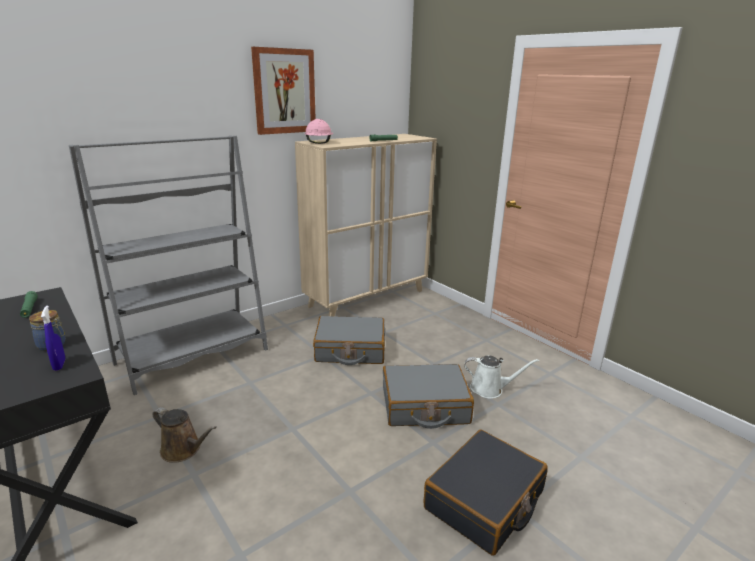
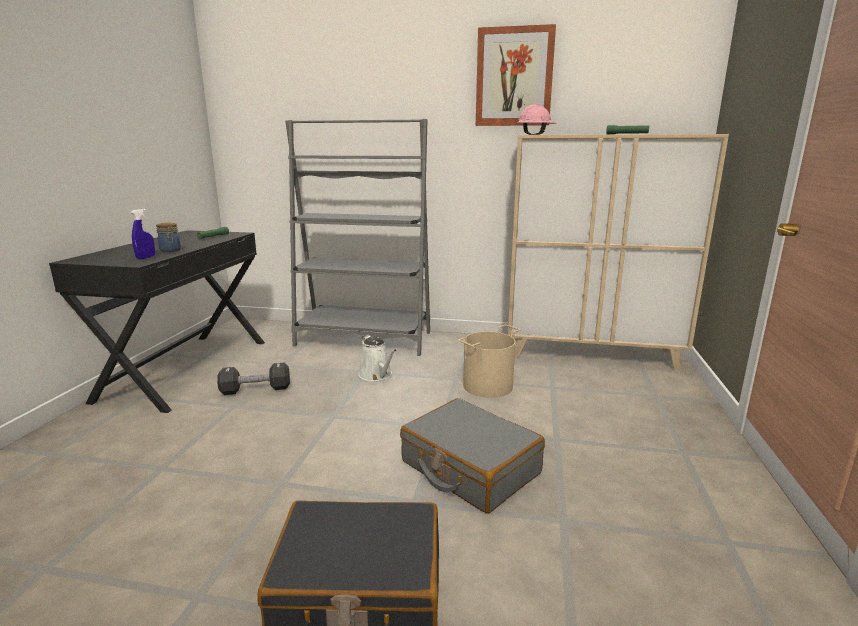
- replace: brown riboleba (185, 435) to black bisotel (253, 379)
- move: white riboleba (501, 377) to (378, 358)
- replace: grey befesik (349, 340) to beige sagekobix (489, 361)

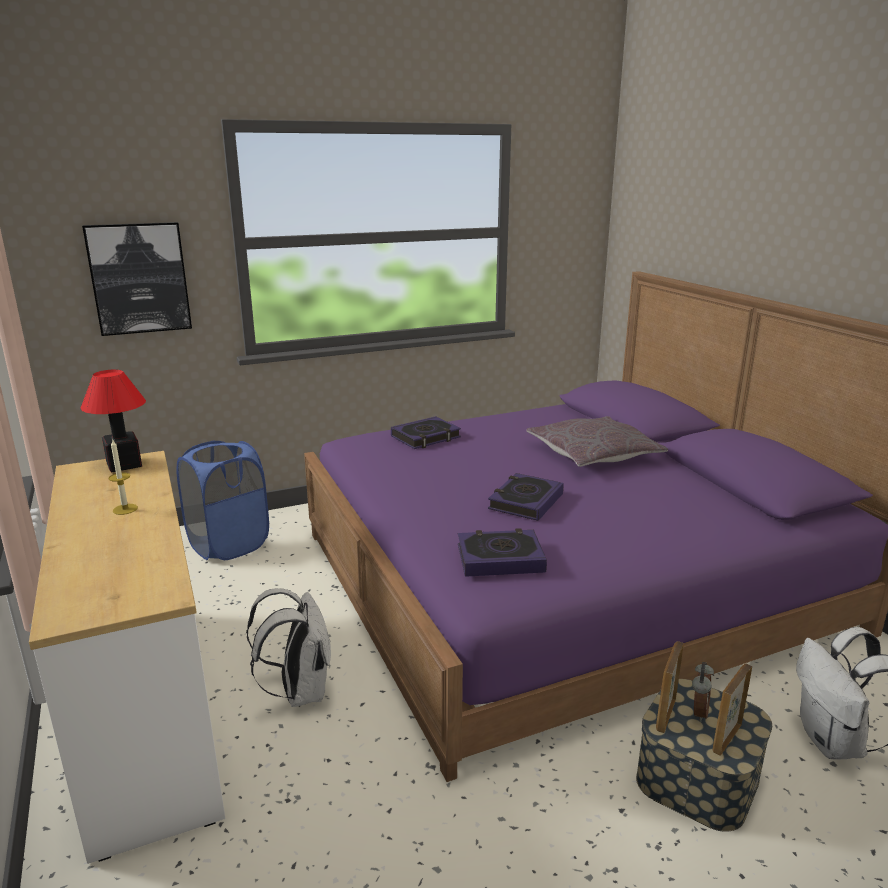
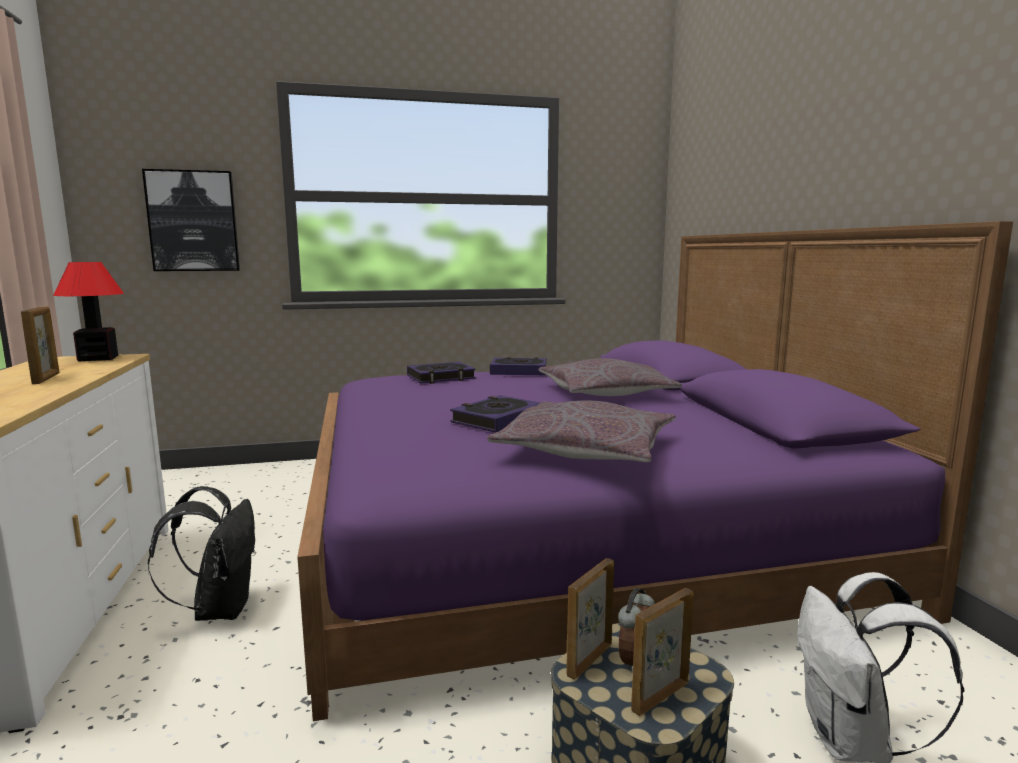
- replace: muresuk (123, 477) to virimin (40, 345)
- recolor: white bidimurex (288, 647) to black bidimurex (202, 553)
- insert: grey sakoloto (581, 431)
- move: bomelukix (502, 552) to (518, 366)
- delete: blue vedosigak (223, 500)

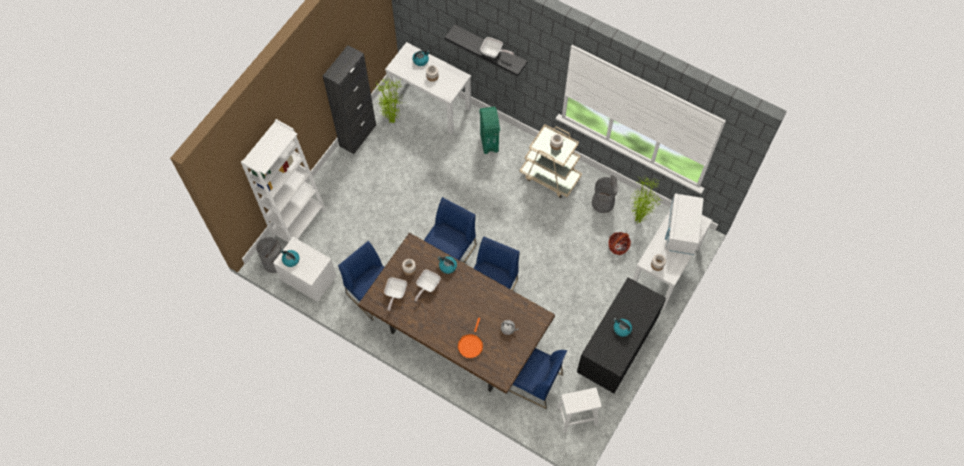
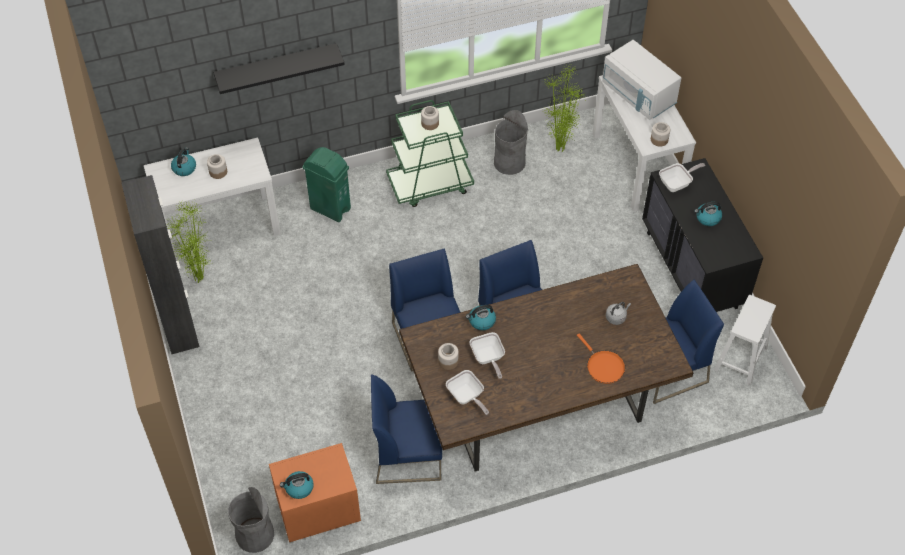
- recolor: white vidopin (304, 269) to orange vidopin (315, 492)
- recolor: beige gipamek (550, 161) to green gipamek (430, 153)
- move: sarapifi (497, 47) to (682, 177)
- delete: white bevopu (283, 181)
- delete: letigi (619, 243)

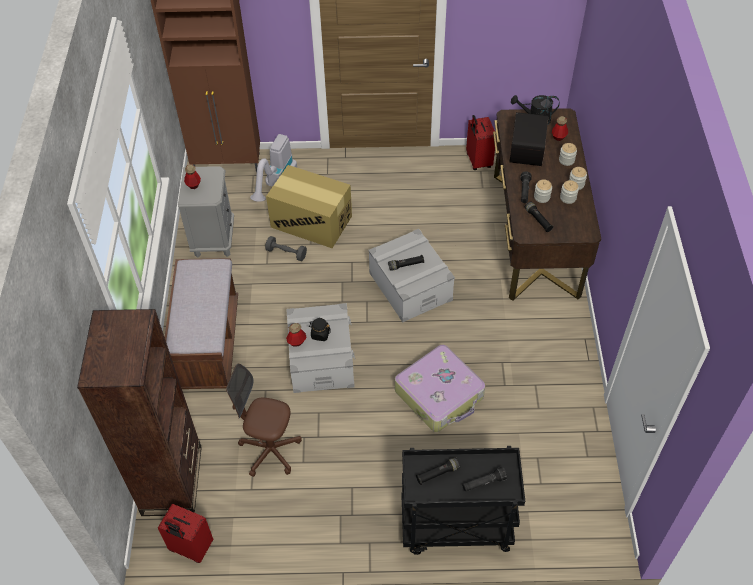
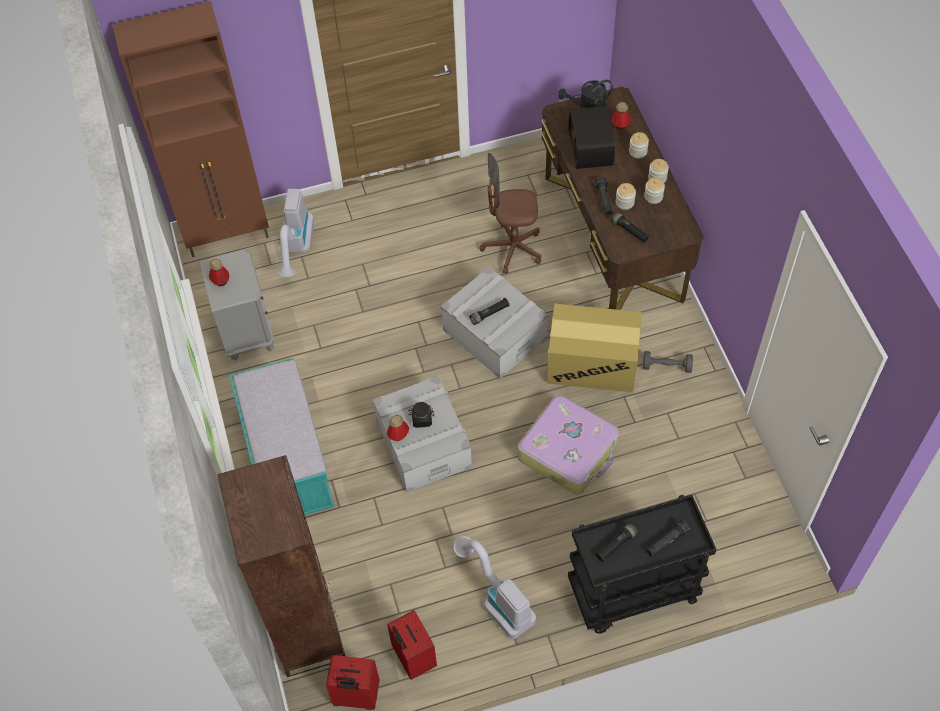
- recolor: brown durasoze (201, 323) to turquoise durasoze (282, 436)
- move: red befesik (480, 142) to (412, 645)
- insert: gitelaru (494, 587)
- move: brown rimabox (264, 420) to (510, 213)
- move: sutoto (309, 206) to (594, 347)
- move: grey bisotel (286, 248) to (668, 362)

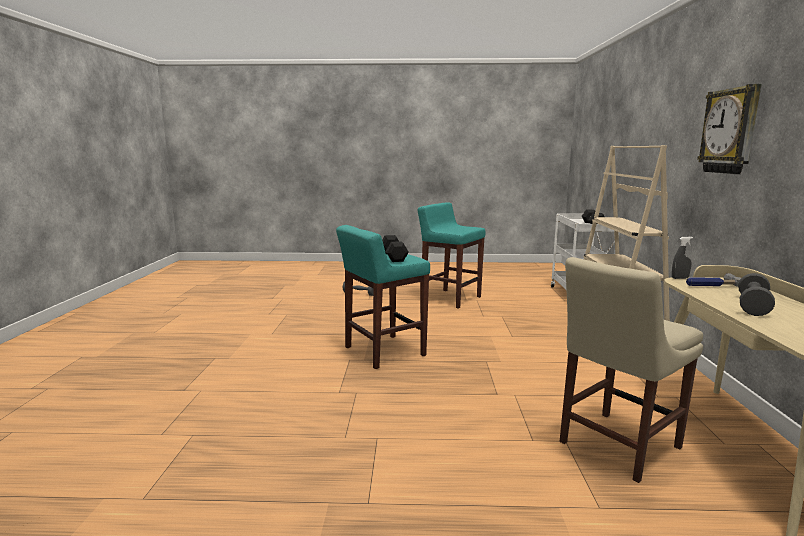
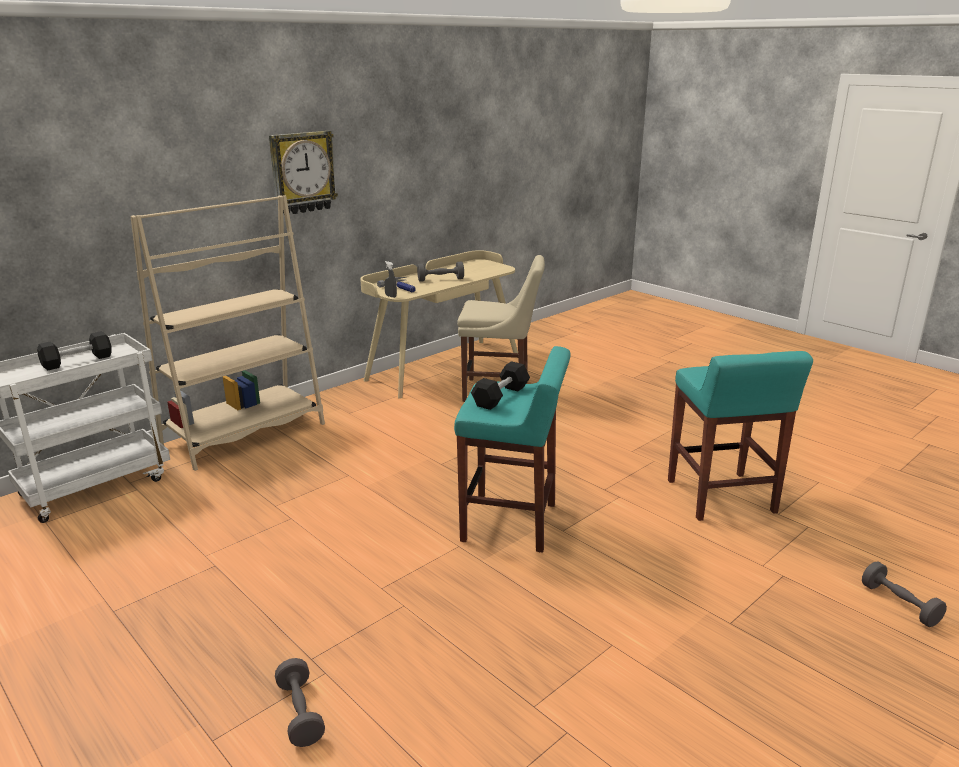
- move: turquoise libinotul (451, 255) to (740, 436)
- insert: grey bisotel (904, 594)

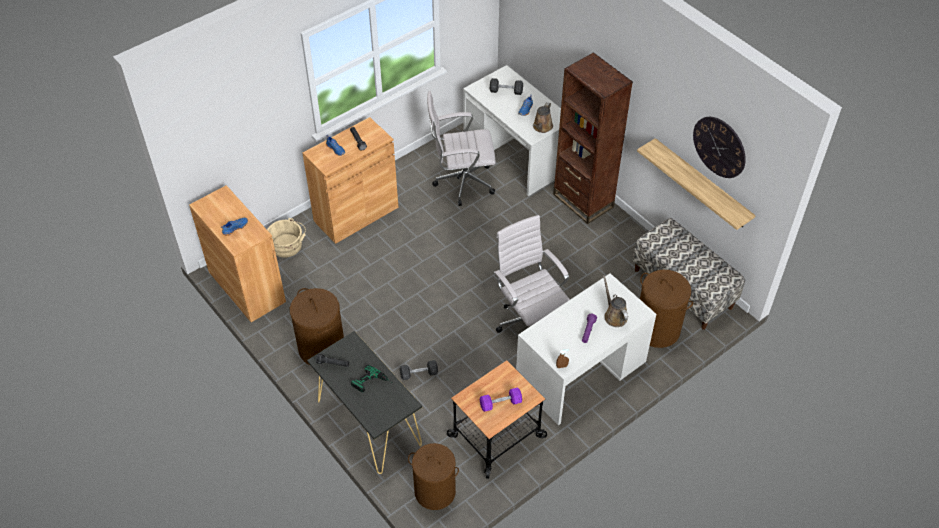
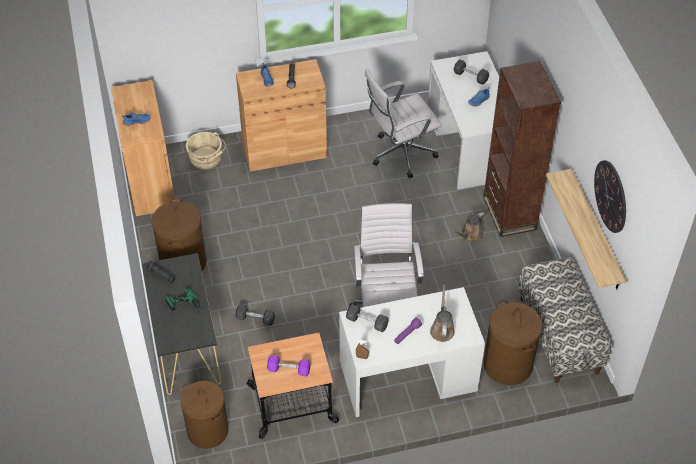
- insert: grey bisotel (367, 318)
- rotate: white rimabox (461, 148) = (403, 123) 45 degrees counterclockwise
- move: brown riboleba (542, 117) to (468, 227)

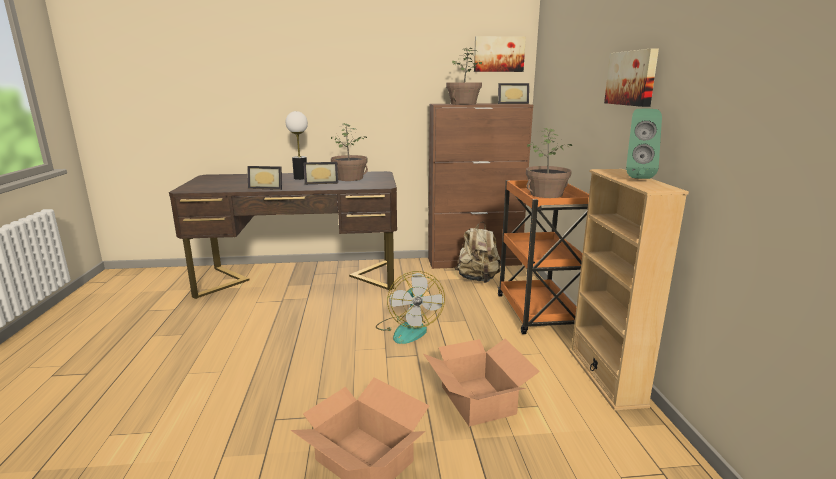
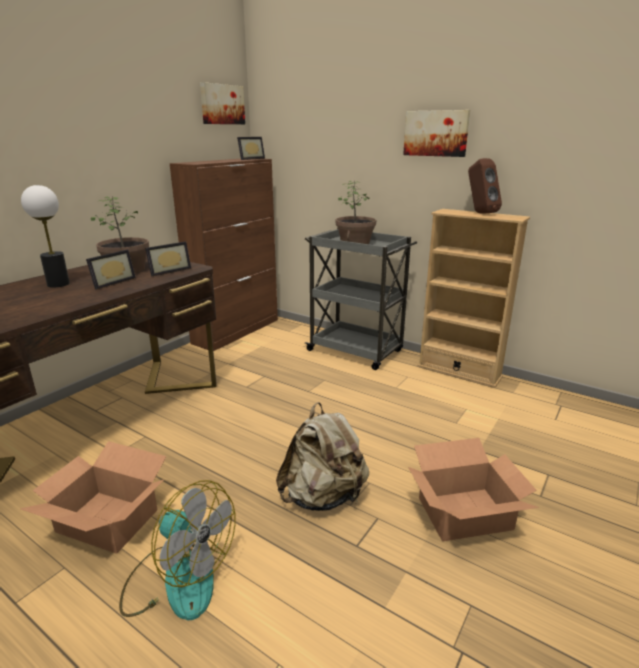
- move: sutoto (482, 383) to (93, 497)
- move: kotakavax (410, 307) to (177, 550)
- move: virimin (264, 178) to (168, 258)
- move: beige bidimurex (477, 252) to (322, 456)
- recolor: orange gipamek (543, 257) to grey gipamek (361, 299)
- recolor: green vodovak (644, 144) to brown vodovak (485, 186)
- delete: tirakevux (464, 76)

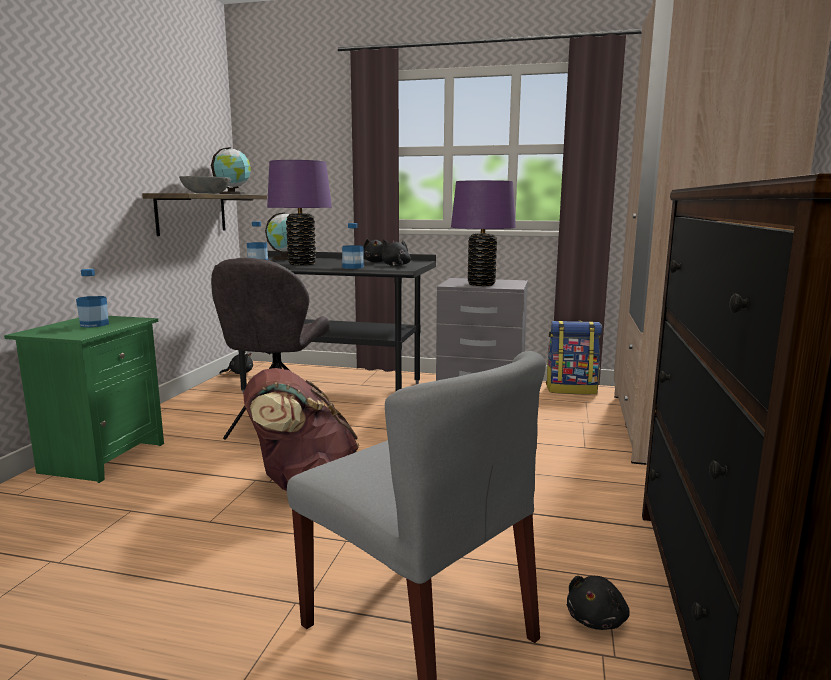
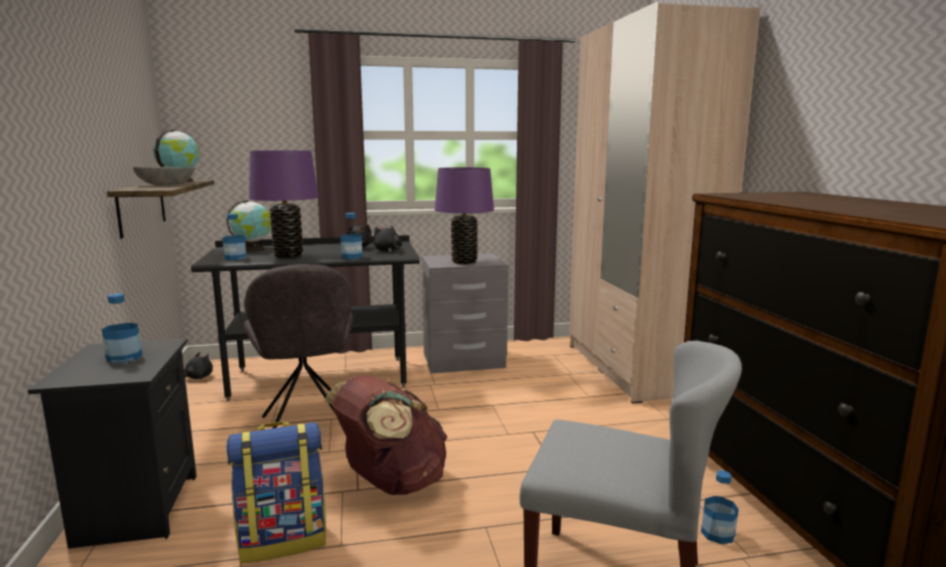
- recolor: green vidopin (84, 399) to black vidopin (112, 443)
- move: bidimurex (574, 357) to (276, 493)
- replace: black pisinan (598, 603) to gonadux (720, 507)

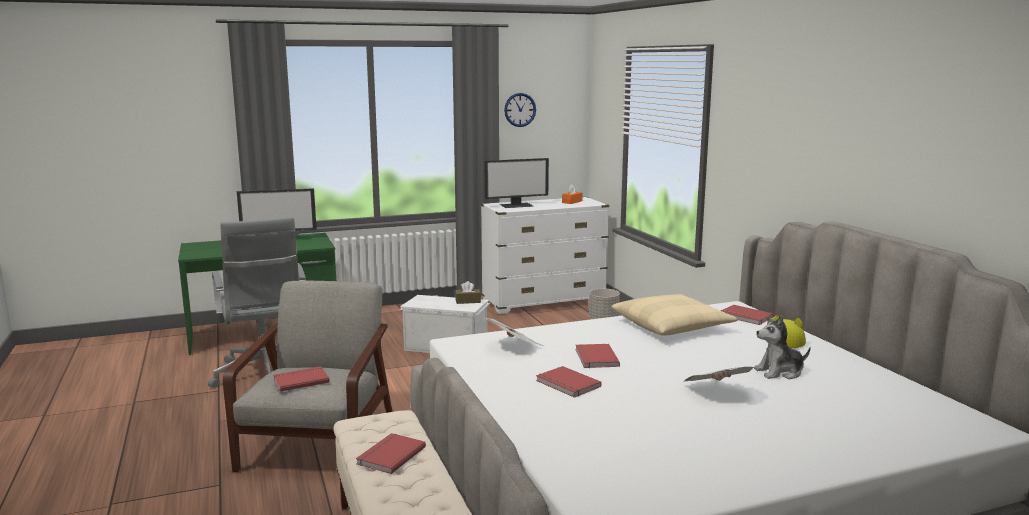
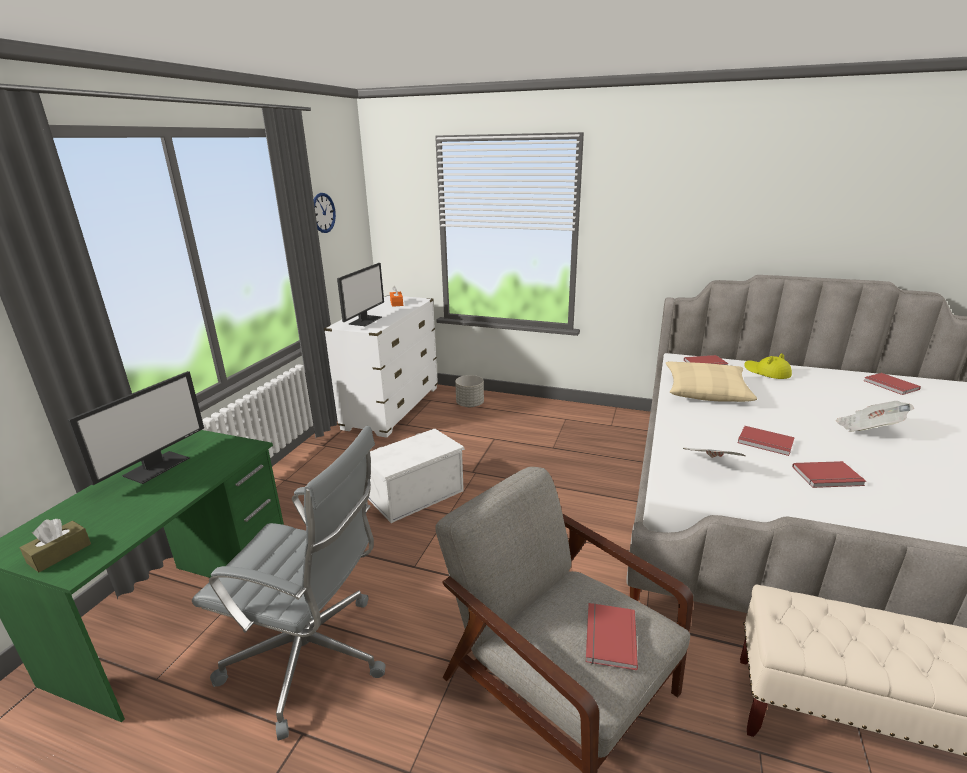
- move: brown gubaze (468, 292) to (55, 545)
- move: red bomelukix (391, 453) to (892, 384)
- delete: pisinan (782, 347)

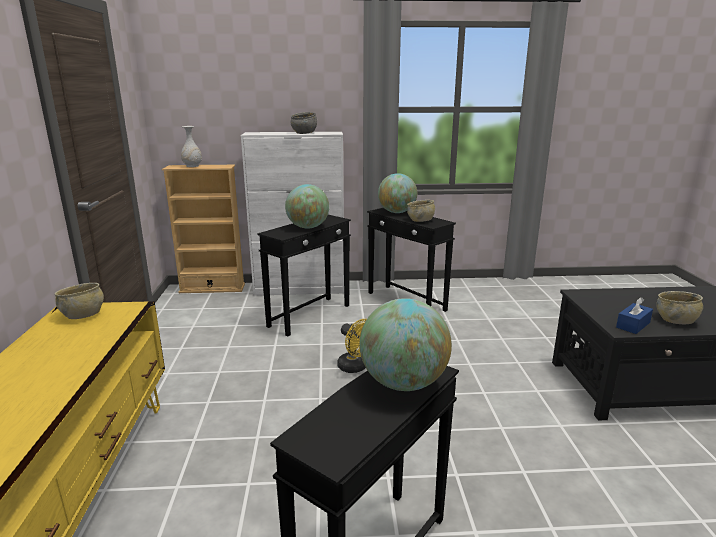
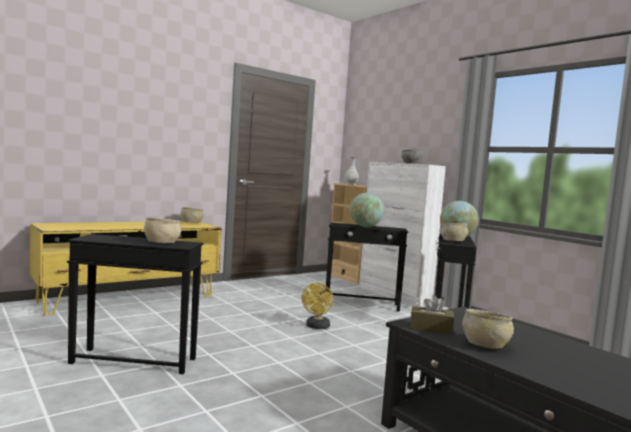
- replace: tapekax (406, 344) to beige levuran (163, 230)
- recolor: blue gubaze (634, 315) to brown gubaze (432, 315)

